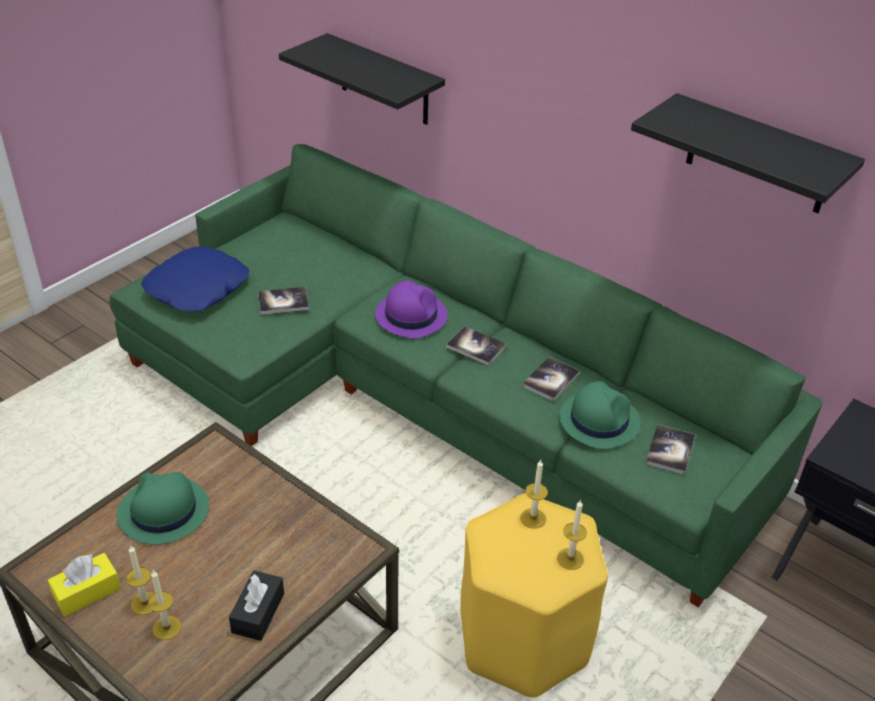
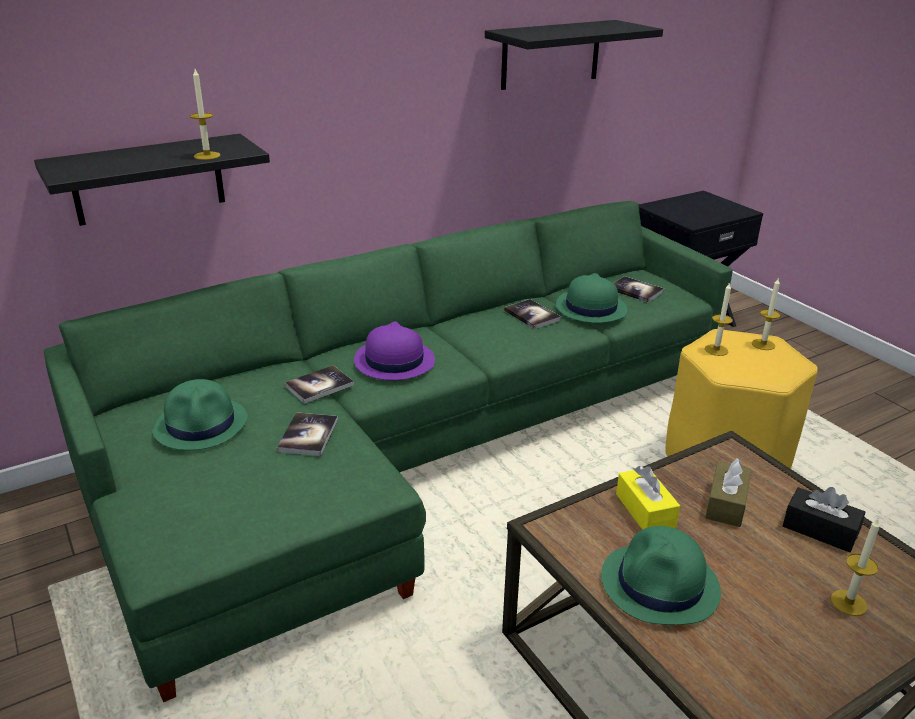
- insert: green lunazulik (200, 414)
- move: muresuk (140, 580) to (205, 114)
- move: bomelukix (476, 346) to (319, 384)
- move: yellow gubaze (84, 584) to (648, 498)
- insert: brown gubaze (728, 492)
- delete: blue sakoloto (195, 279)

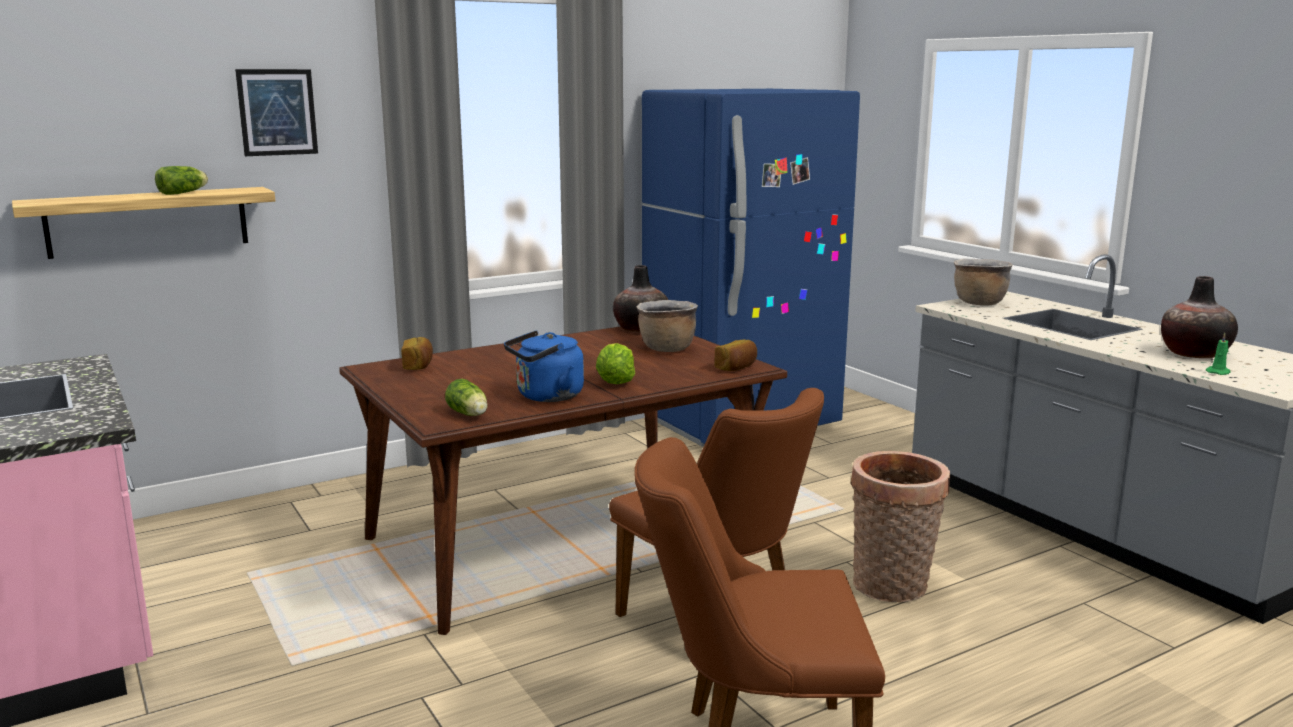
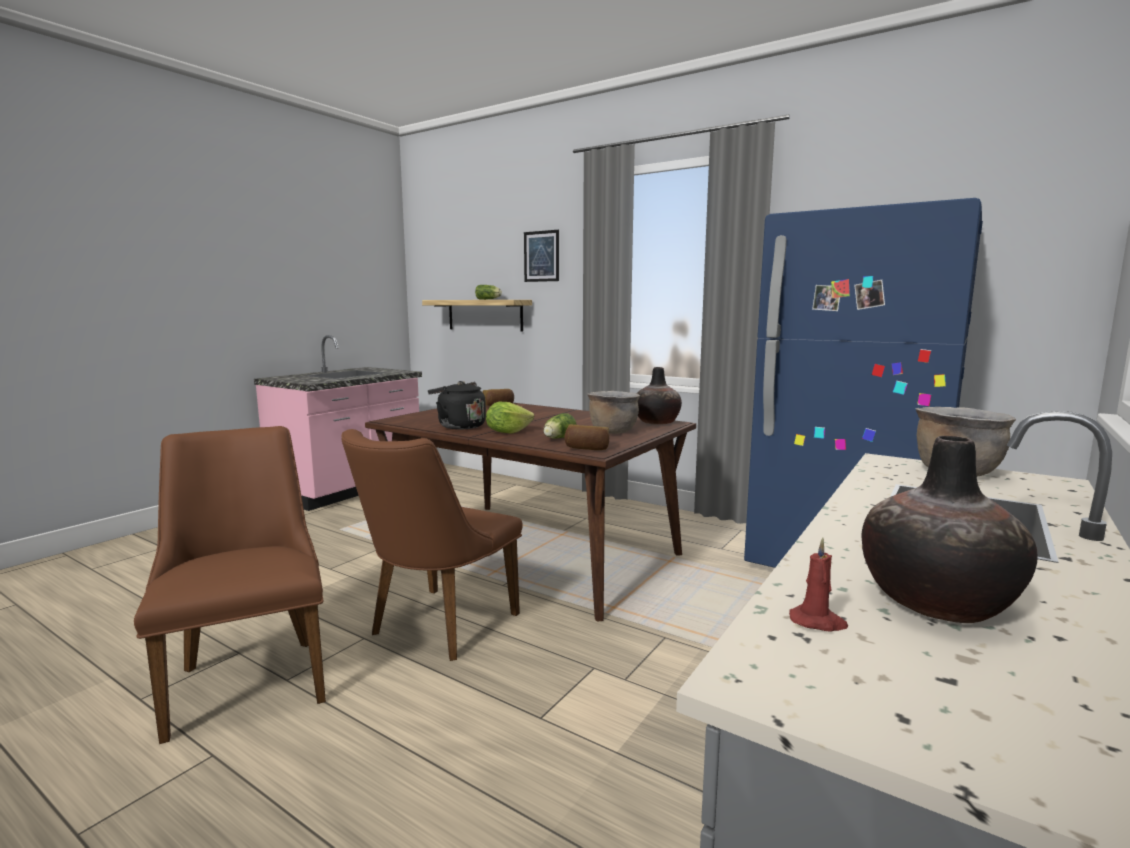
- recolor: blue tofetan (544, 366) to black tofetan (457, 405)
- move: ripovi (466, 397) to (559, 426)
- recolor: green muresuk (1218, 354) to red muresuk (818, 584)
- delete: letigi (900, 526)

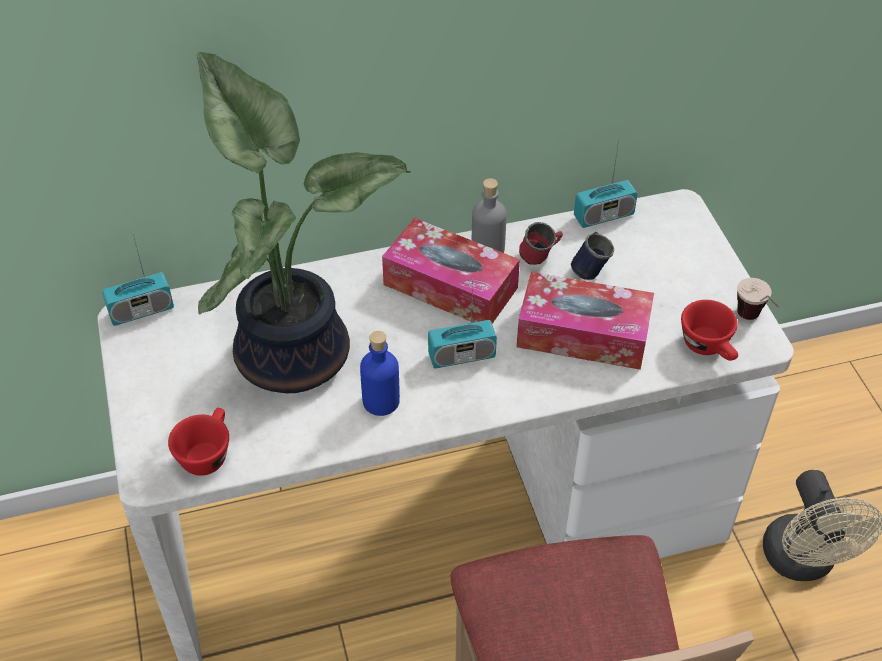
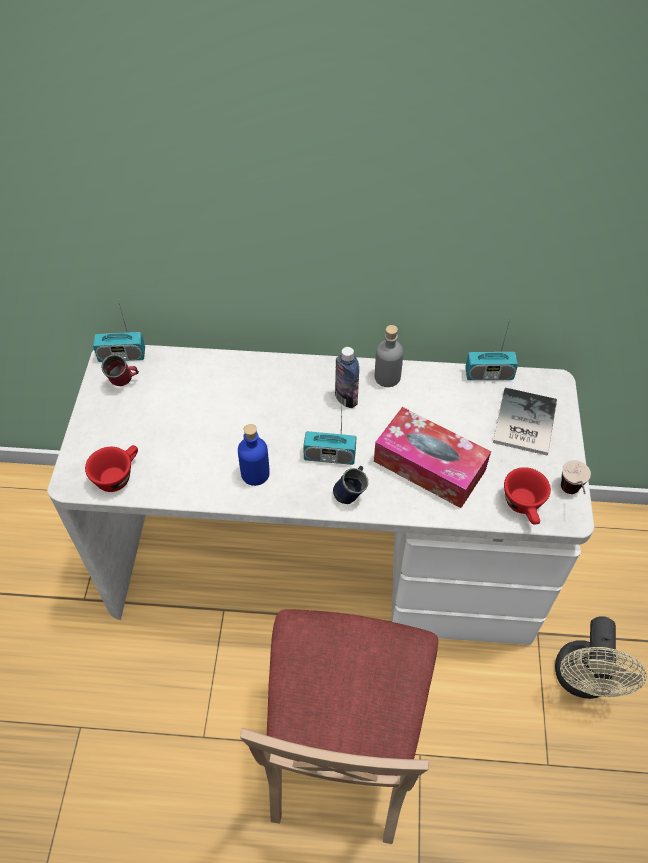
- move: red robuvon (541, 243) to (120, 370)
- move: blue robuvon (592, 256) to (350, 485)
- replace: gubaze (451, 271) to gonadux (347, 377)
- insert: bomelukix (525, 421)
- delete: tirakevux (303, 222)

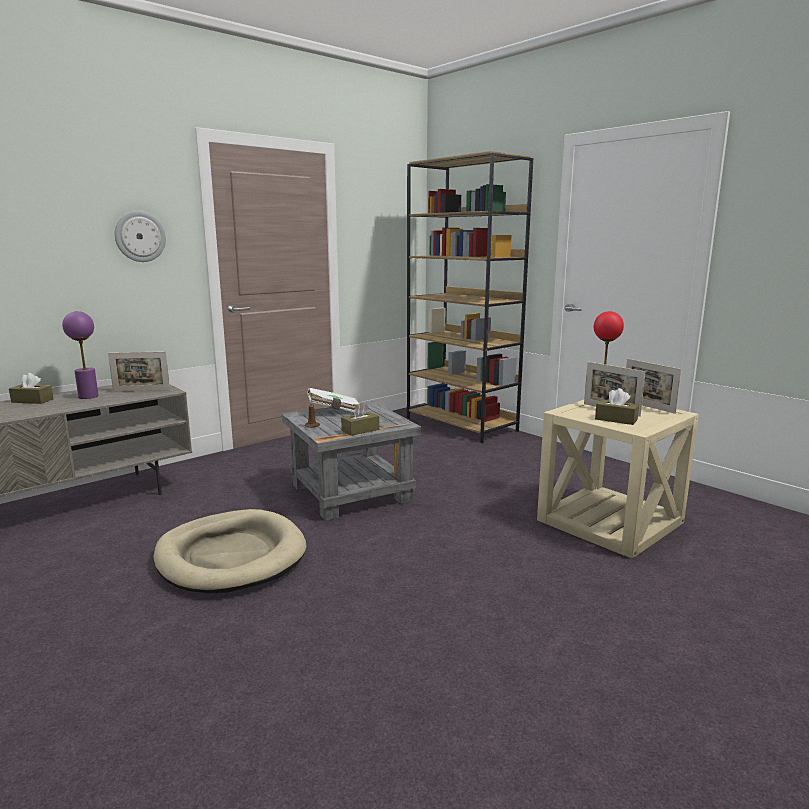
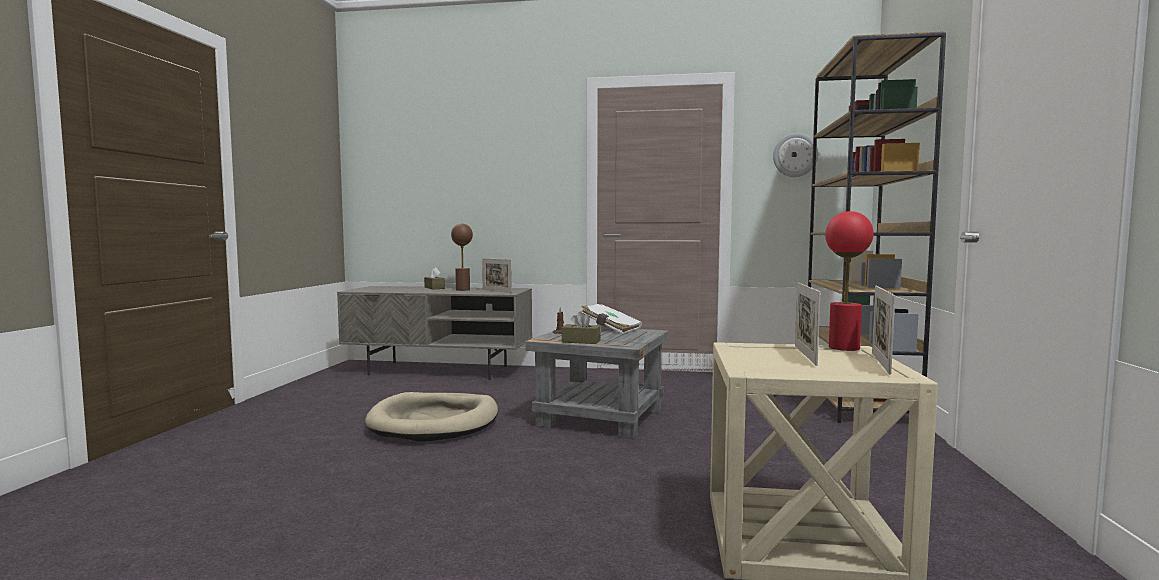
- recolor: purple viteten (80, 355) to brown viteten (462, 257)
- move: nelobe (140, 236) to (795, 155)
- delete: brown gubaze (617, 406)

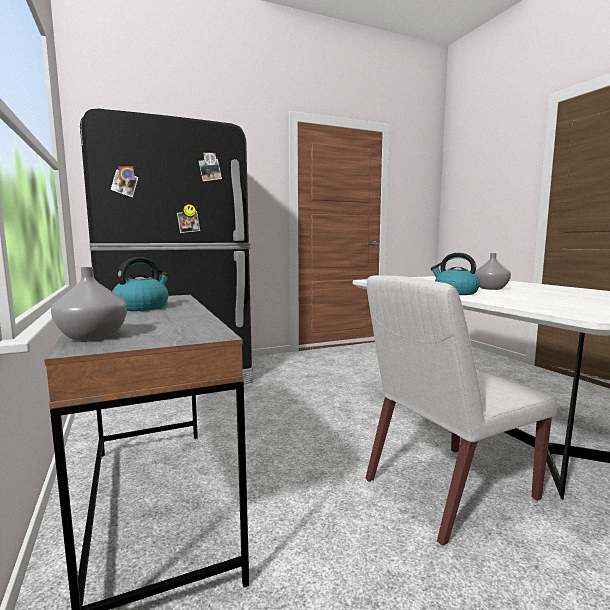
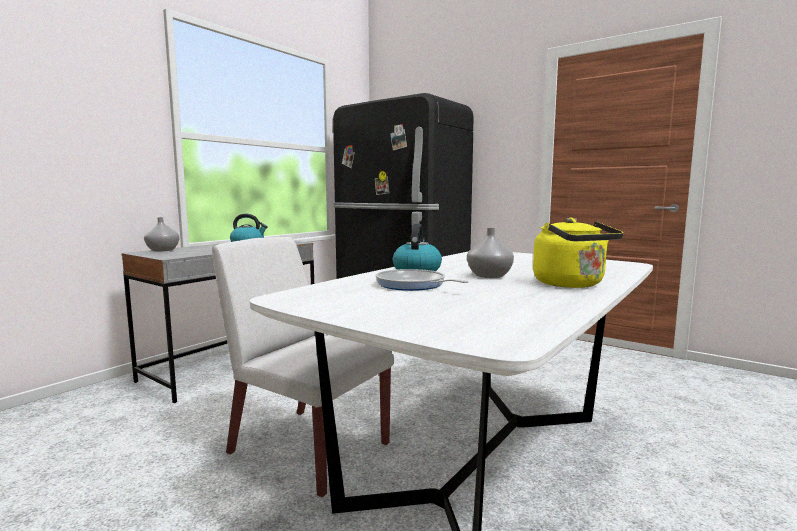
- insert: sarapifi (422, 280)
- insert: yellow tofetan (578, 253)

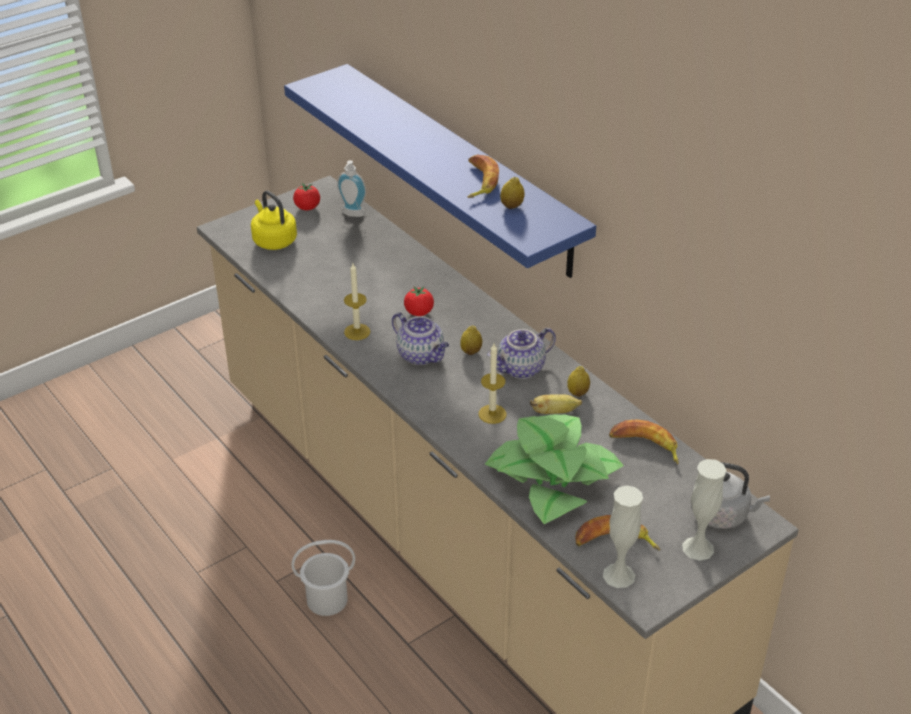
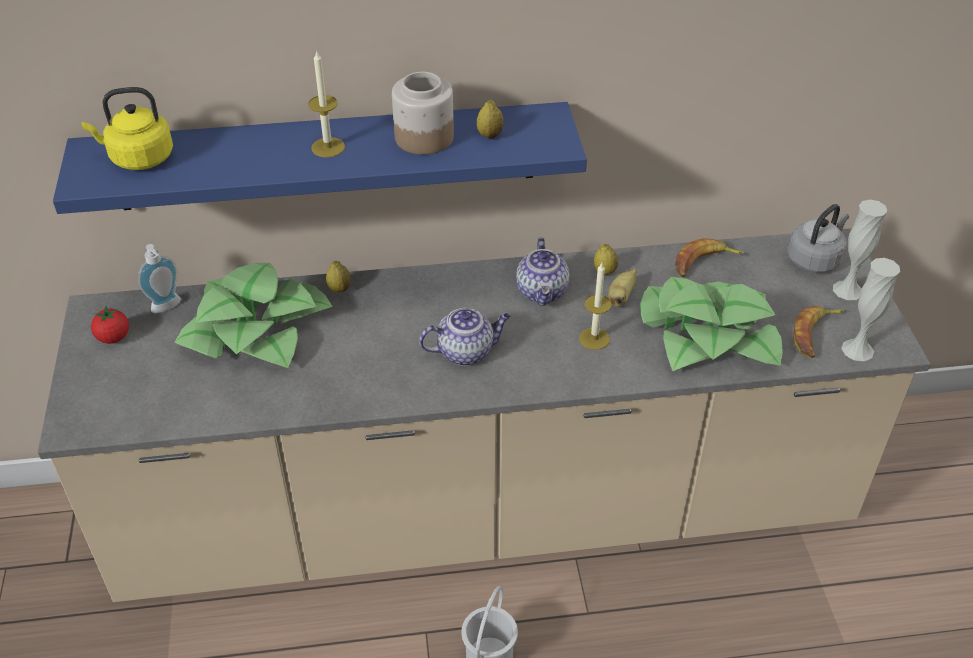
- move: yellow tofetan (274, 220) to (127, 128)
- insert: tirakevux (253, 315)
- move: muresuk (357, 301) to (326, 104)
- move: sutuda (471, 340) to (338, 276)
- replace: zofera (483, 176) to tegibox (423, 113)
- delete: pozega (419, 301)

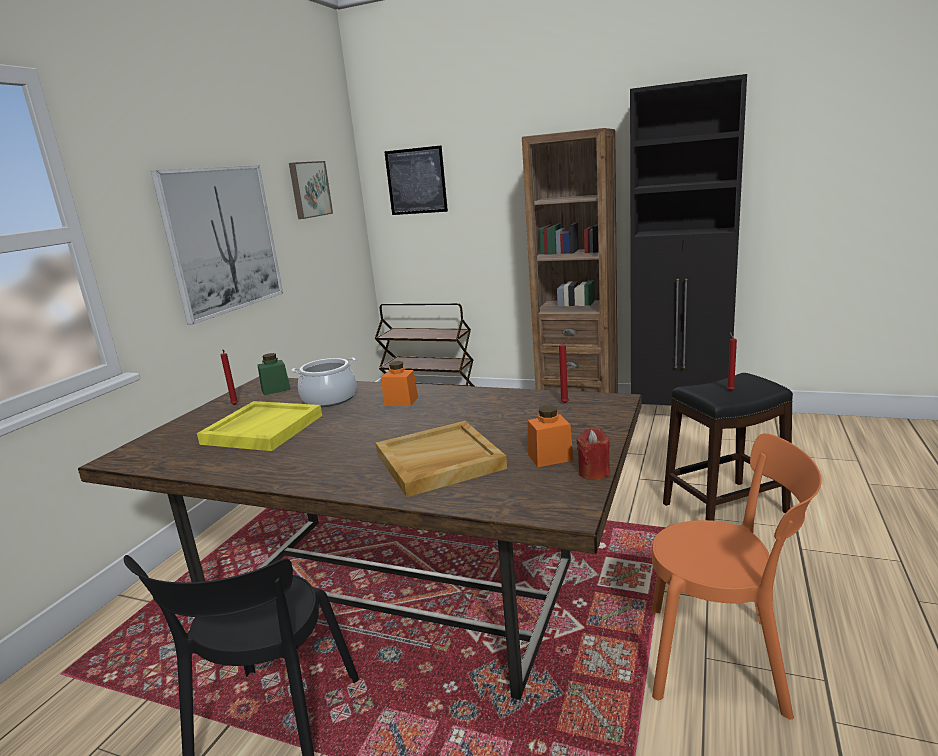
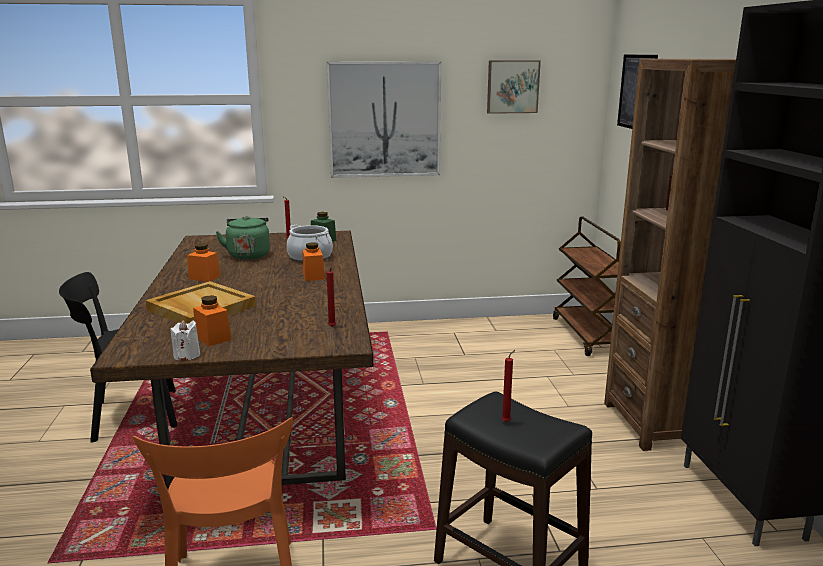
- recolor: red muresuk (593, 453) to white muresuk (185, 340)
- insert: orange tegibox (203, 262)
- replace: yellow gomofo (259, 426) to green tofetan (243, 238)

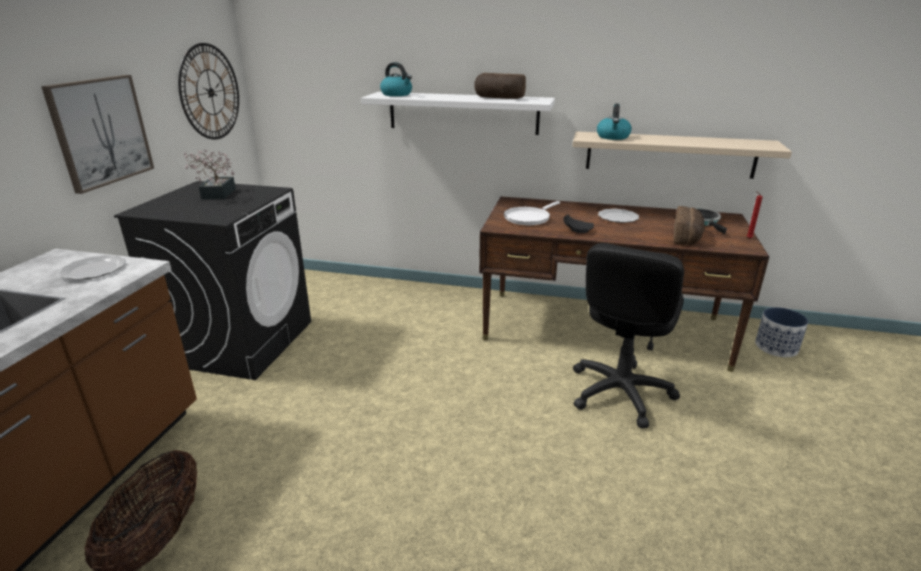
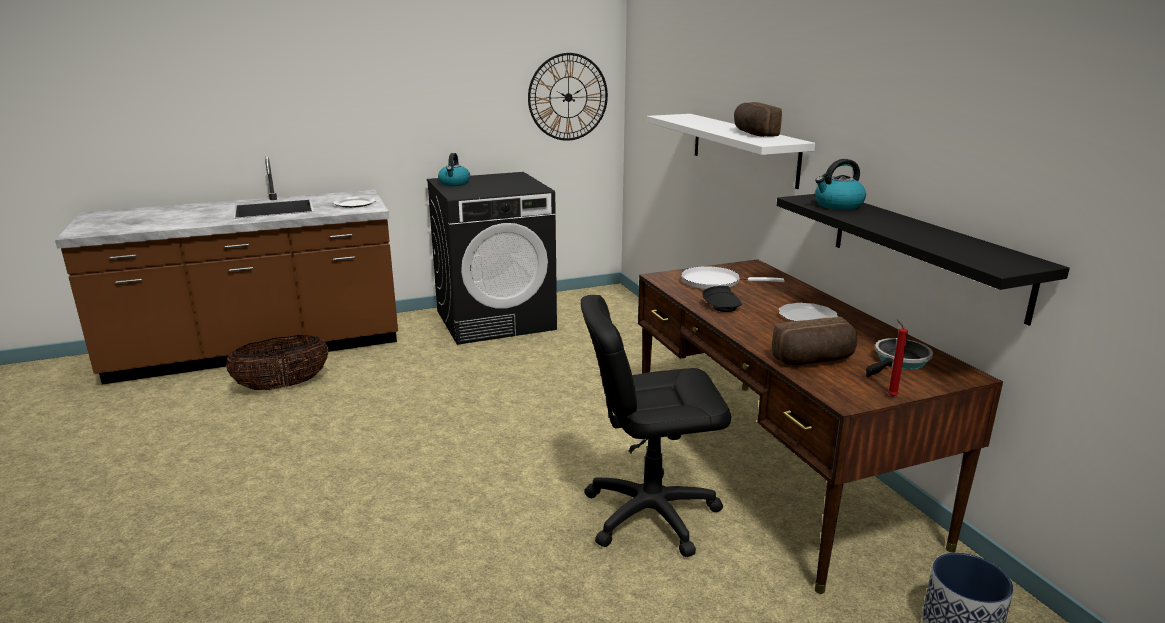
- move: tofetan (396, 79) to (454, 169)
- recolor: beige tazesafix (682, 155) to black tazesafix (923, 259)
- delete: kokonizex (97, 134)
- delete: tirakevux (210, 174)

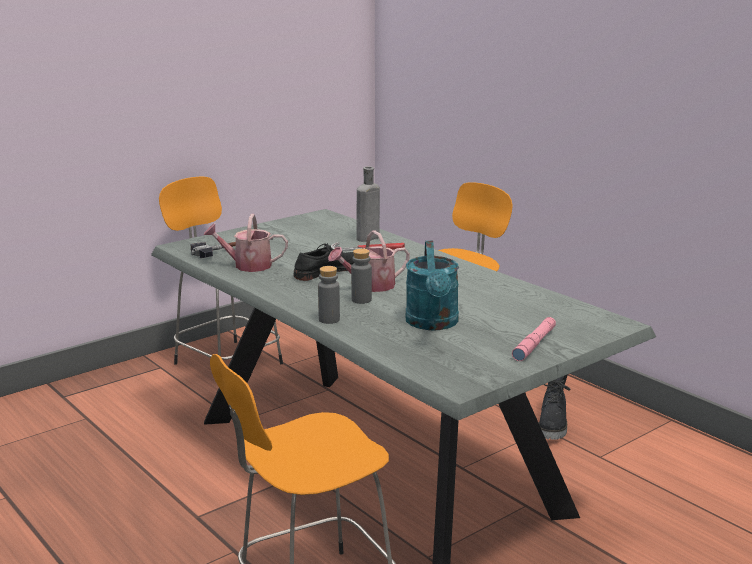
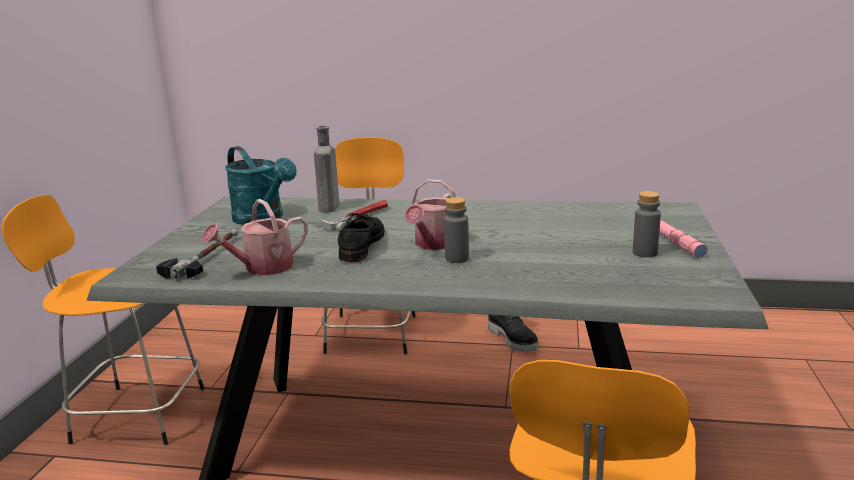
- move: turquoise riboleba (432, 285) to (261, 185)
- move: grey gonadux (329, 295) to (647, 224)

